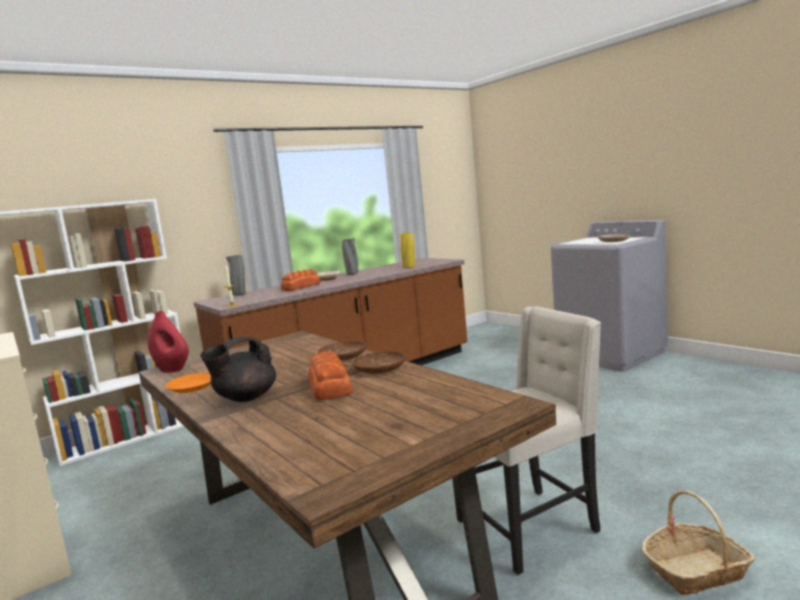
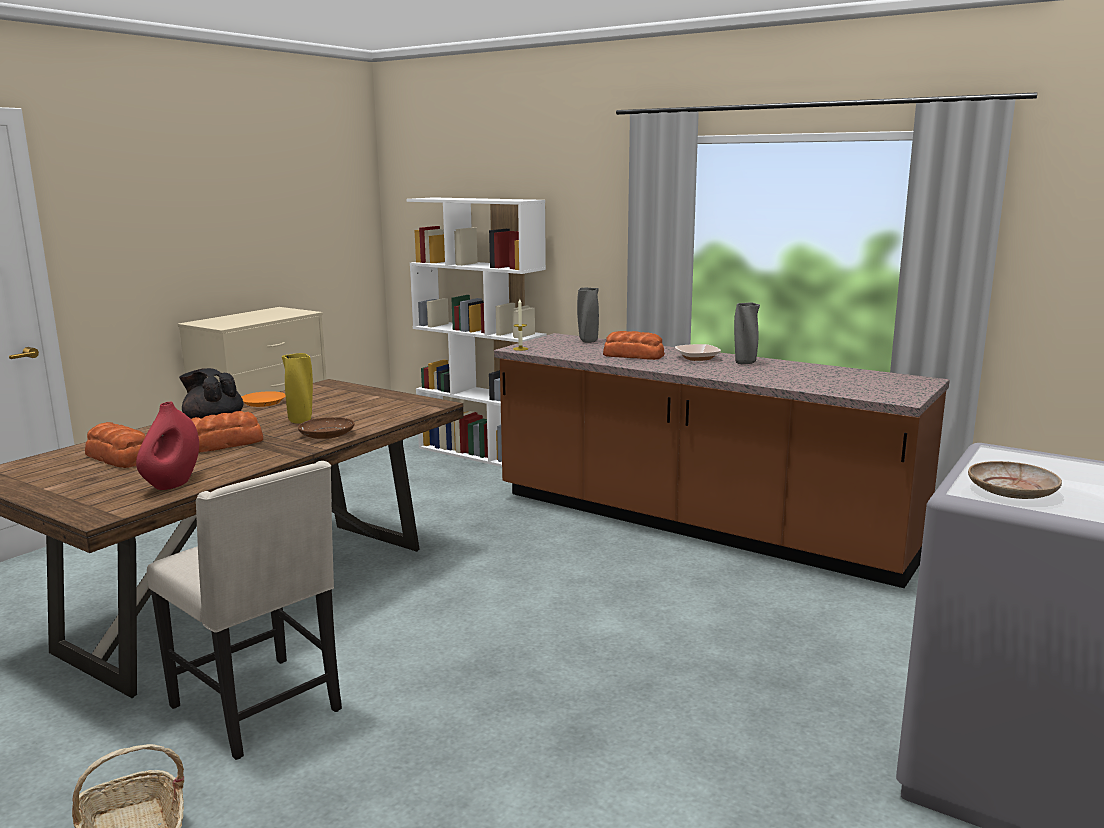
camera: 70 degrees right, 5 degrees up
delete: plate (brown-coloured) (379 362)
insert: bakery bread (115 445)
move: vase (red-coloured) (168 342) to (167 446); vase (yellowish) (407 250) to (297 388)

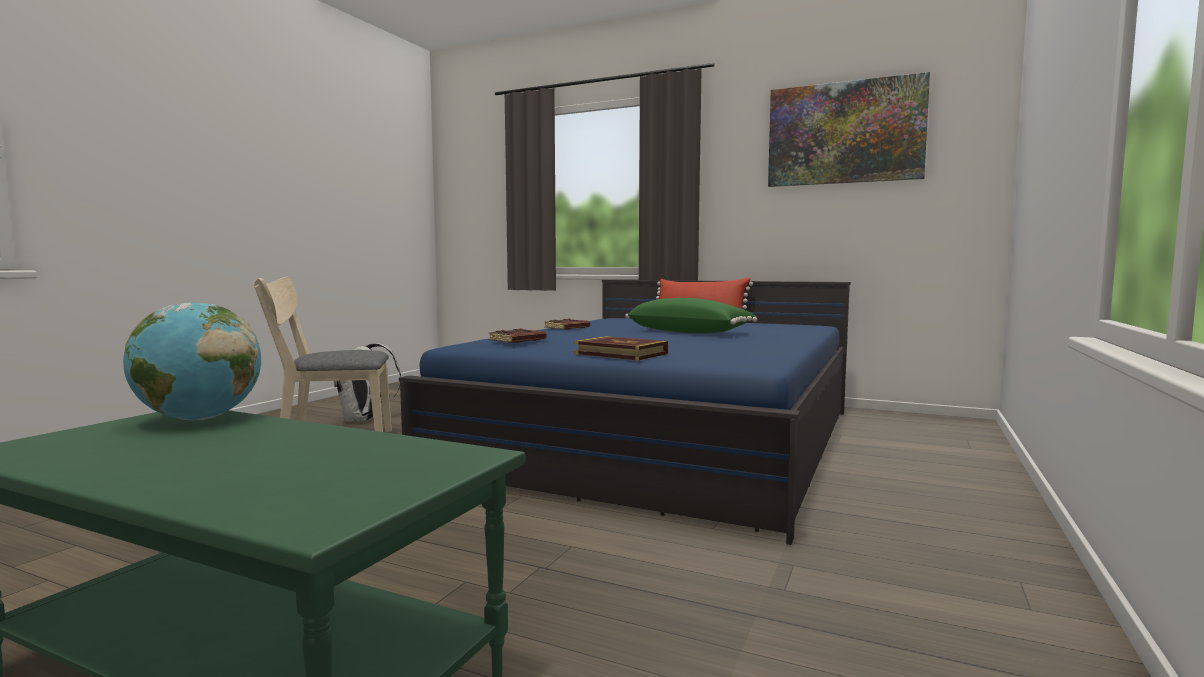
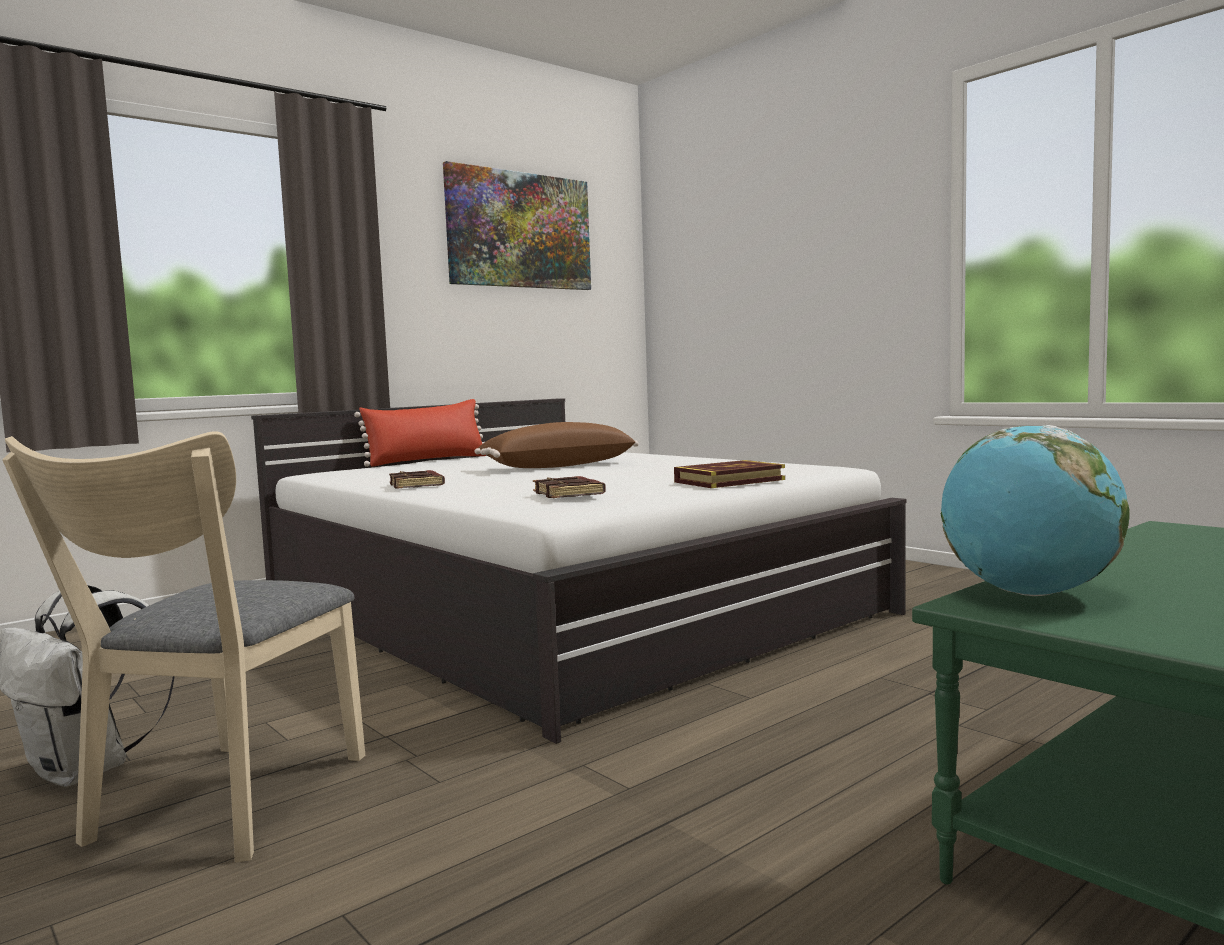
camera: 65 degrees left, 0 degrees up
recolor: sleeping bed (bluish) (625 412) to sleeping bed (white-coloured) (578 571); pillow (green) (691 315) to pillow (brown-coloured) (556 445)

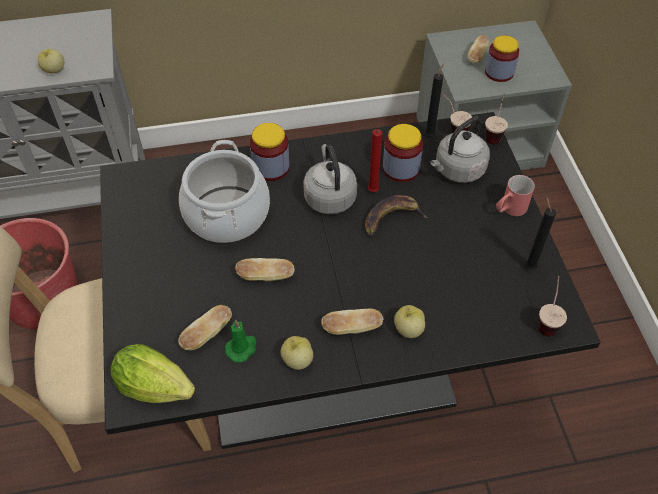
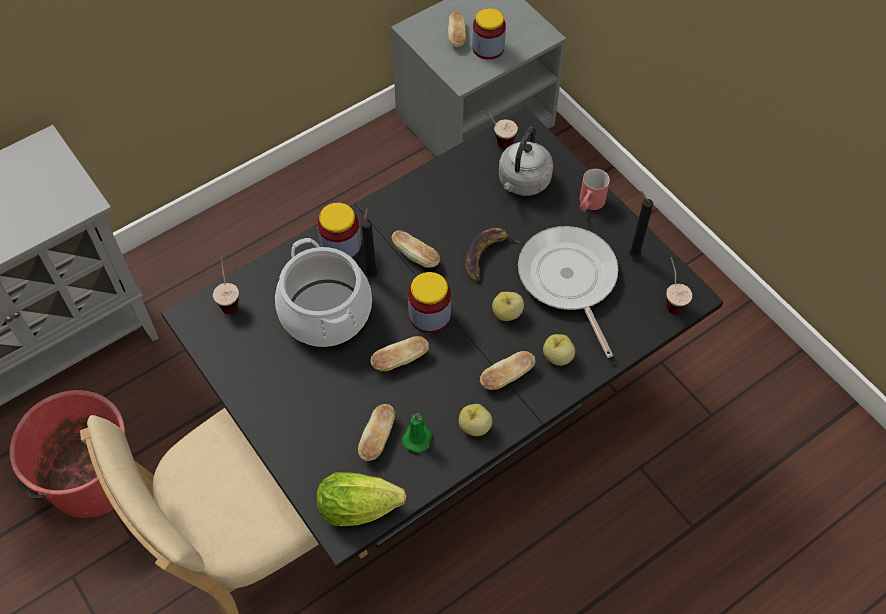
camera: 25 degrees left, 5 degrees up
delete: wax light (red-coloured) (375 160)
insert: skillet (568 292)
move: whole apple (51 61) to (508 306); jar (403 153) to (429 302); wax light (blackish) (434 100) to (369 243); cup (496 118) to (226 285)
replace: tea kettle (greyish) (330 179) to bakery bread (416 249)

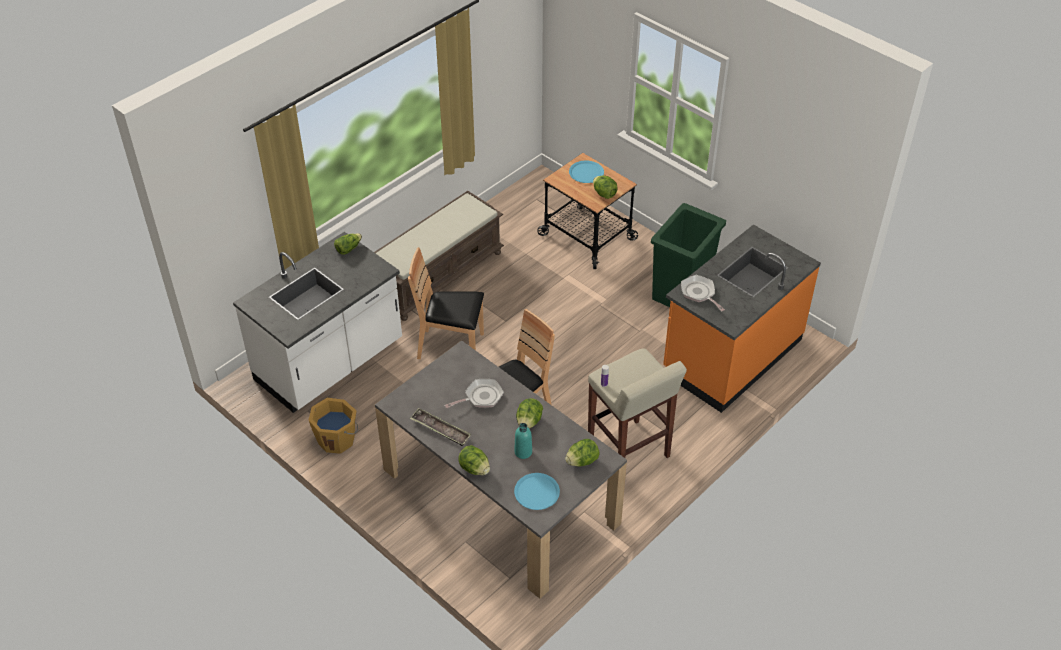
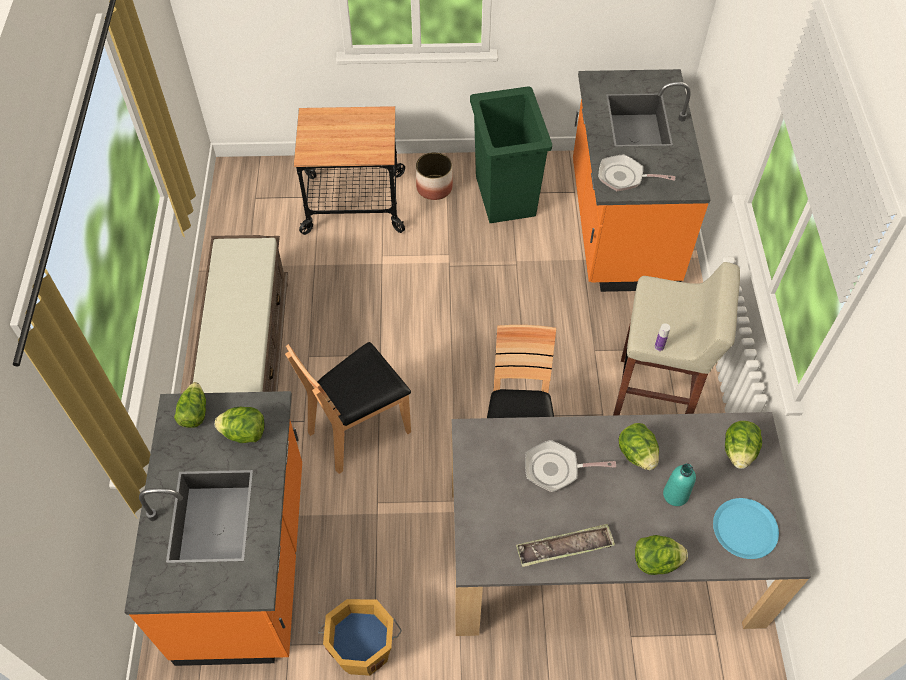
camera: 45 degrees left, 10 degrees up
delete: plate (bluish) (586 172)
insert: plant pot (434 176)
move: lettuce (605 187) to (240 425)
recolor: counter (white-coloured) (317 322) to counter (orange) (213 528)
rotate: skillet (474 393) = (570 466) 105 degrees counterclockwise

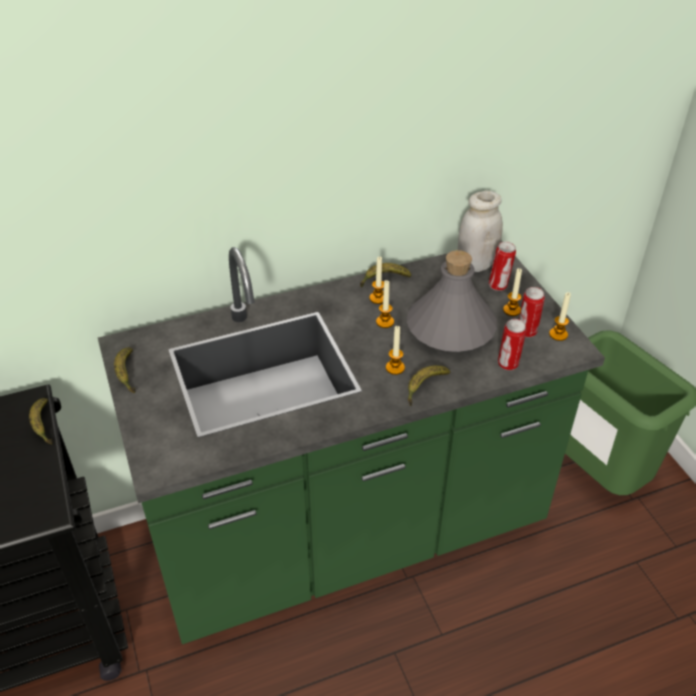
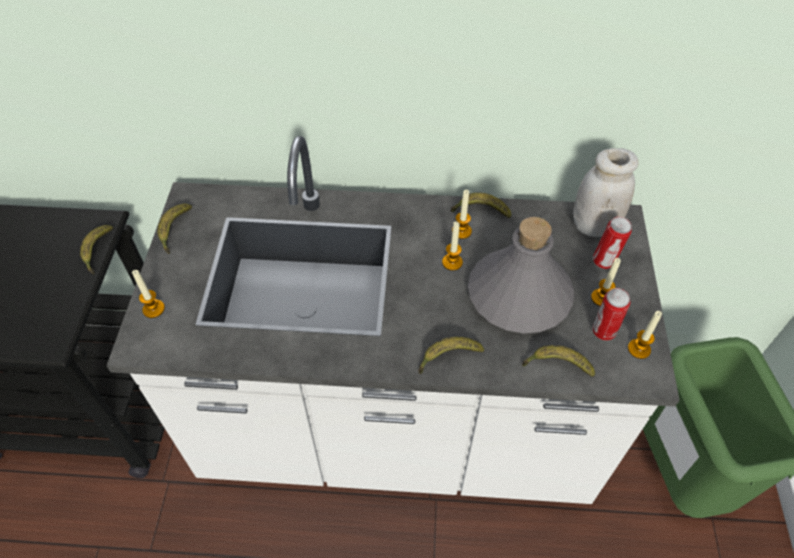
camera: 25 degrees right, 10 degrees up
move: wax light (395 350) to (148 294)
replace: can (512 344) to banana fruit (558 361)
recolor: counter (green) (351 442) to counter (white-coloured) (393 320)

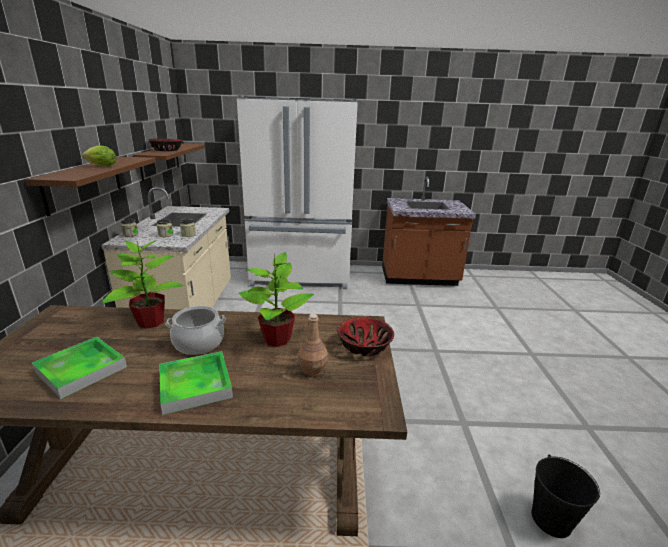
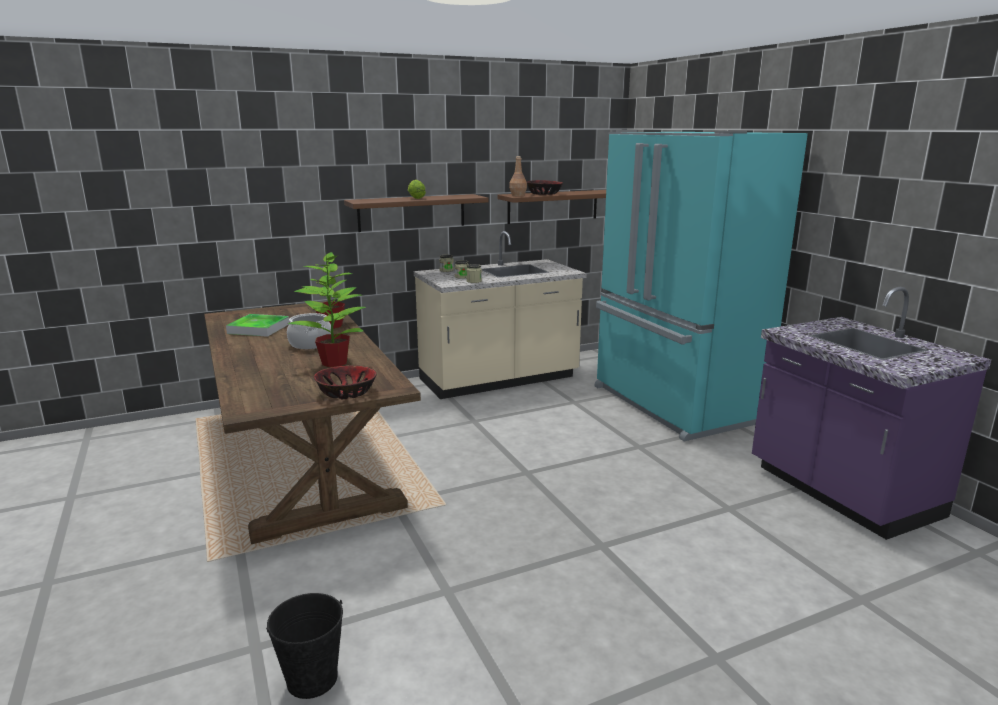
camera: 65 degrees right, 5 degrees down
delete: tray (196 383)
move: beverage bottle (brown-coloured) (313 345) to (518 176)
recolor: kitchen fridge (white-coloured) (297 192) to kitchen fridge (blue-green) (701 285); counter (brown-coloured) (429 231) to counter (purplish) (871 413)

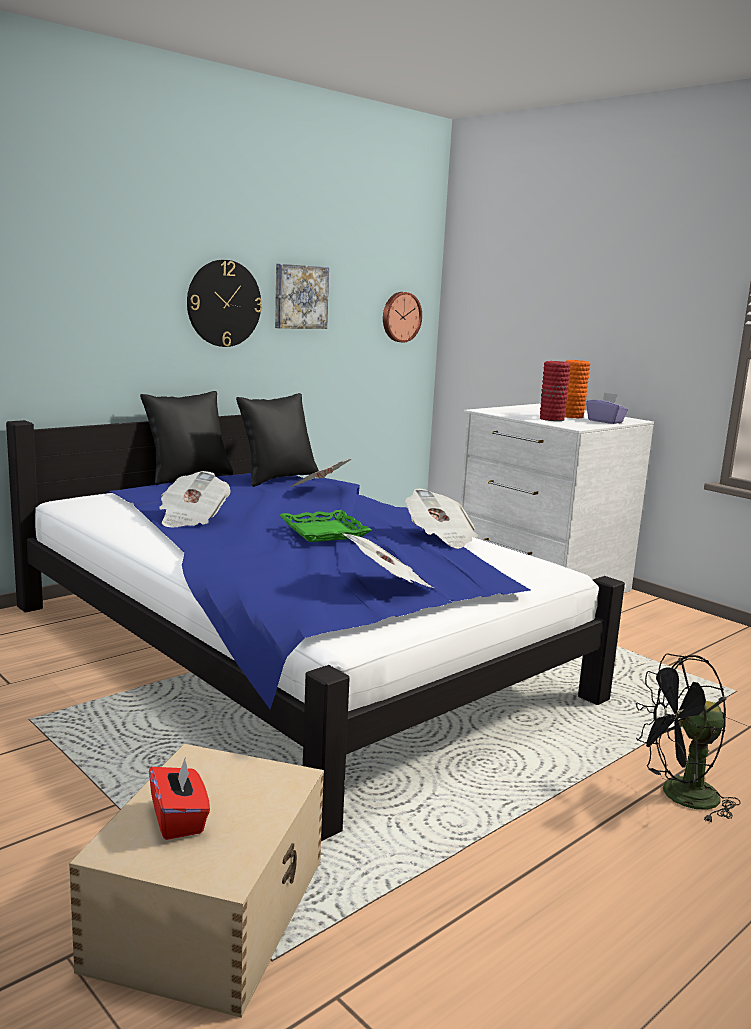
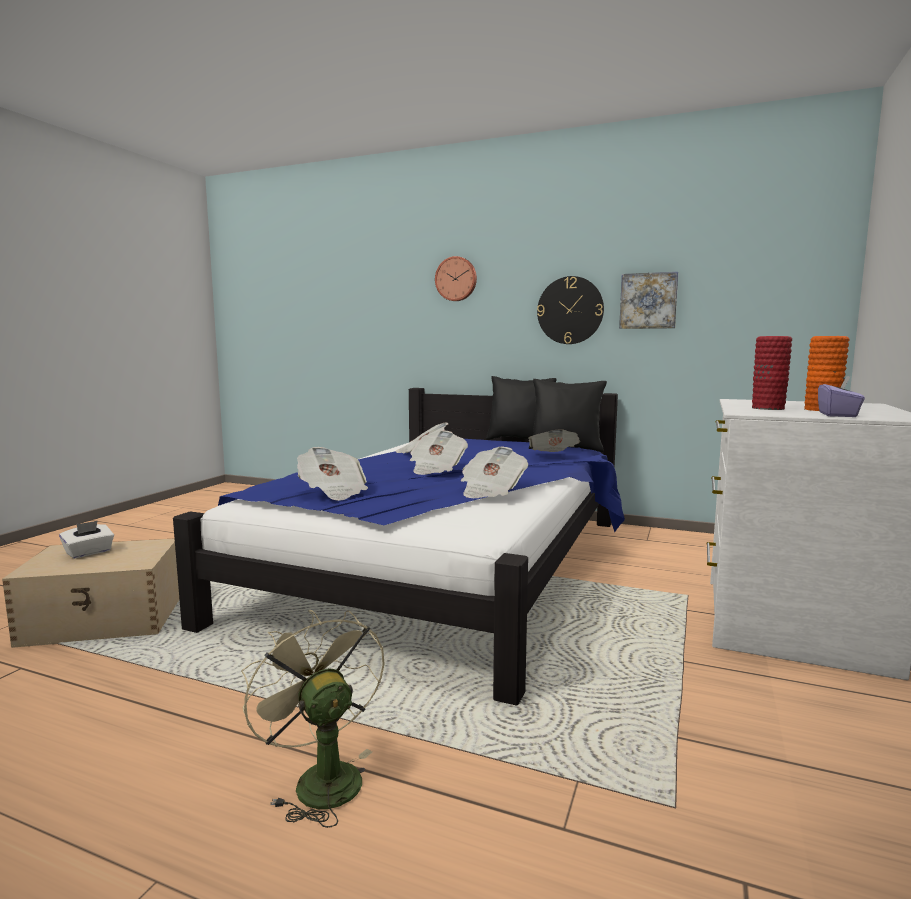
camera: 65 degrees right, 5 degrees down
move: clock on the wall (402 317) to (456 278)
replace: tray (green) (326 526) to printed paper (439 453)
recolor: box of tissues (red-coloured) (179 798) to box of tissues (white-coloured) (86 540); cooling fan (blackish) (688 738) to cooling fan (beige-coloured) (313 719)

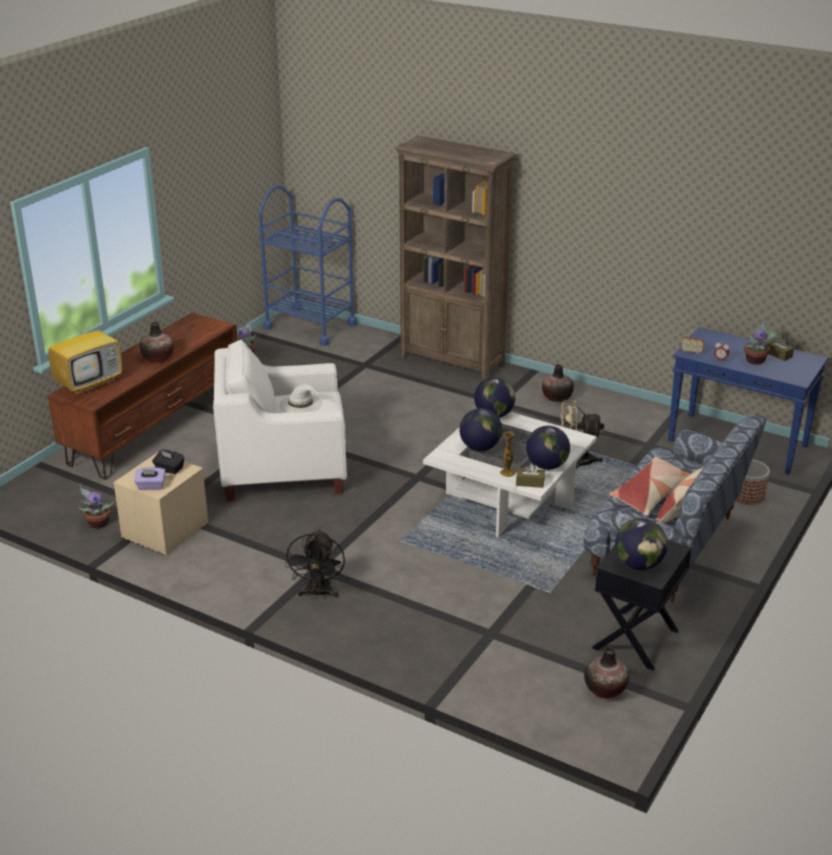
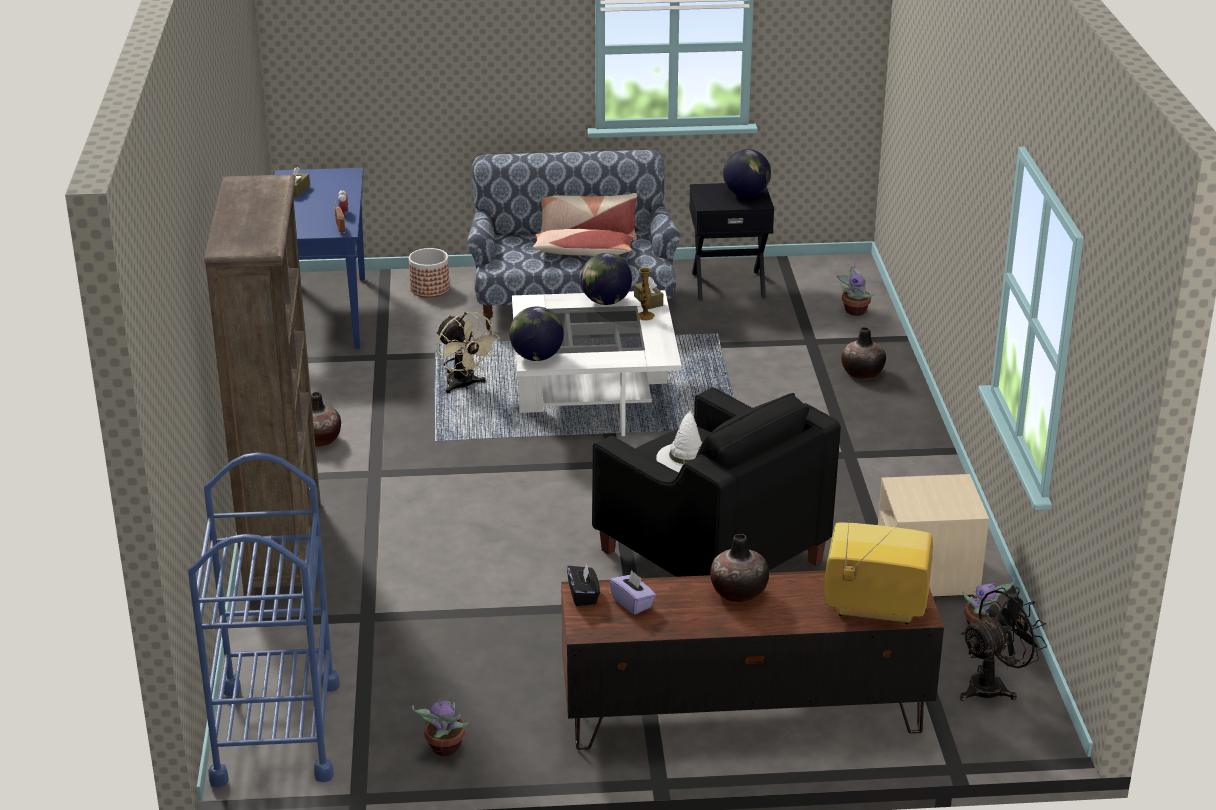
camera: 125 degrees left, 0 degrees up
delete: desk globe (480 429)
move: box of tissues (purplish) (149 478) to (632 592); box of tissues (blackish) (168 462) to (583 585); cooling fan (blackish) (315 564) to (1003 644); vase (606 673) to (863 353); plant in a pot (761 342) to (856 289)
recolor: armchair (white-coloured) (280 420) to armchair (blackish) (716 482)

